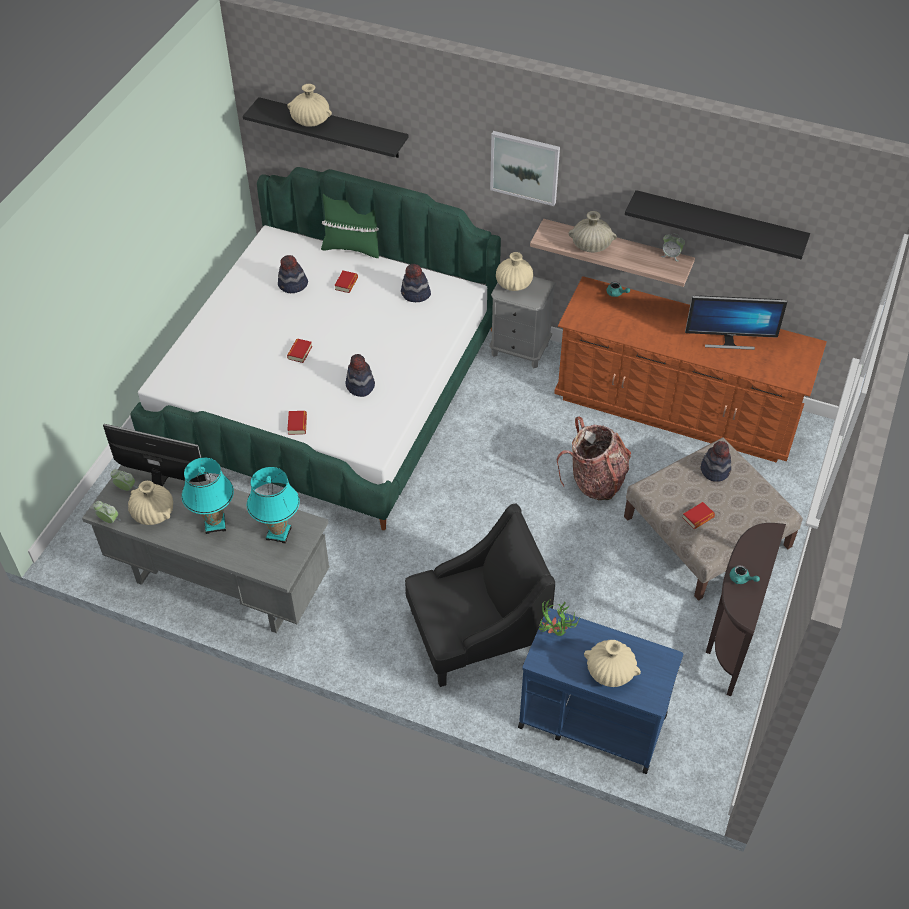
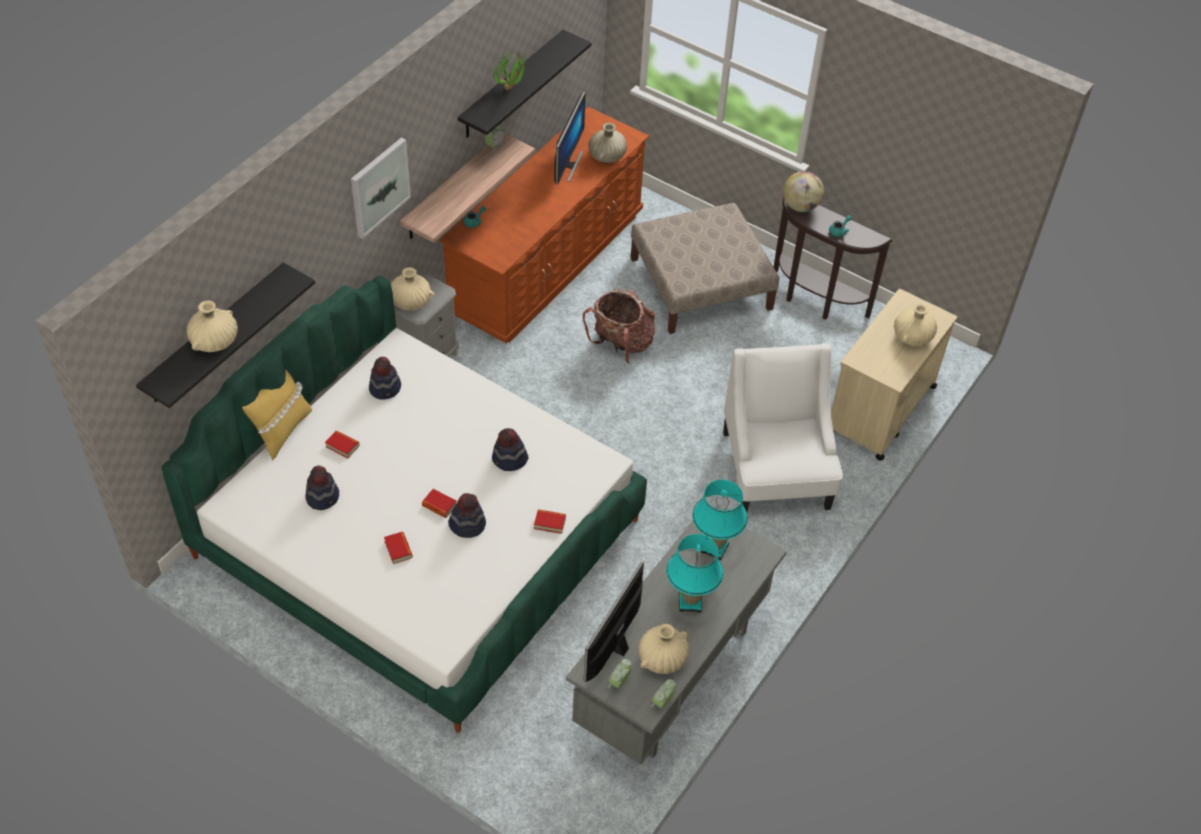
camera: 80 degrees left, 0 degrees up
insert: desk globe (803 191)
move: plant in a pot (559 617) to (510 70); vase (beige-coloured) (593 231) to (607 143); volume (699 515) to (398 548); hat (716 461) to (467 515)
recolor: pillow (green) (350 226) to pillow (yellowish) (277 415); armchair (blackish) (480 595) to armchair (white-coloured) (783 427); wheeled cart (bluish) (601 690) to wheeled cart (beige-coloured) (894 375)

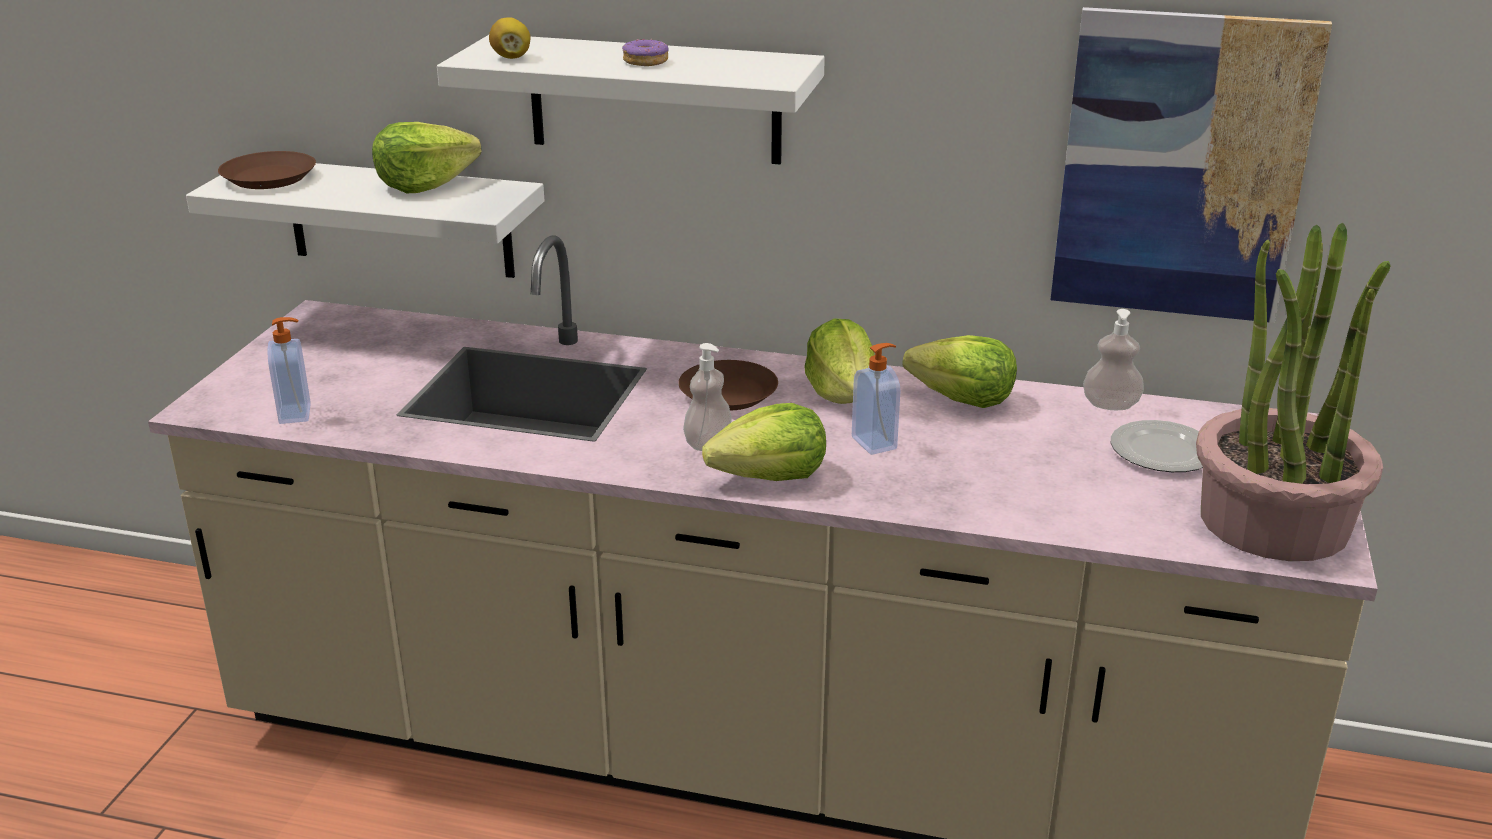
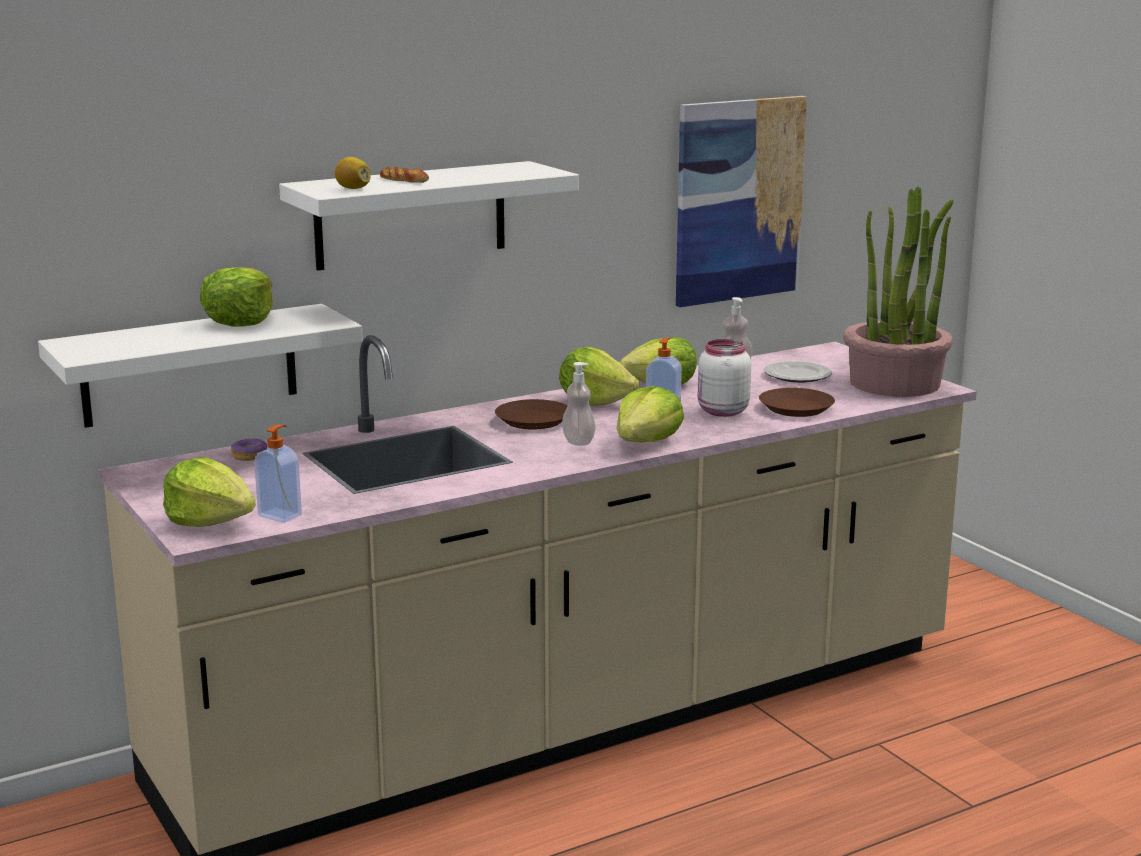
camera: 45 degrees left, 10 degrees down
insert: lettuce (209 492); bakery bread (404 175); jar (white-coloured) (724 378)
move: plate (brown-coloured) (267 170) to (797 402); donut (645 52) to (249 450)

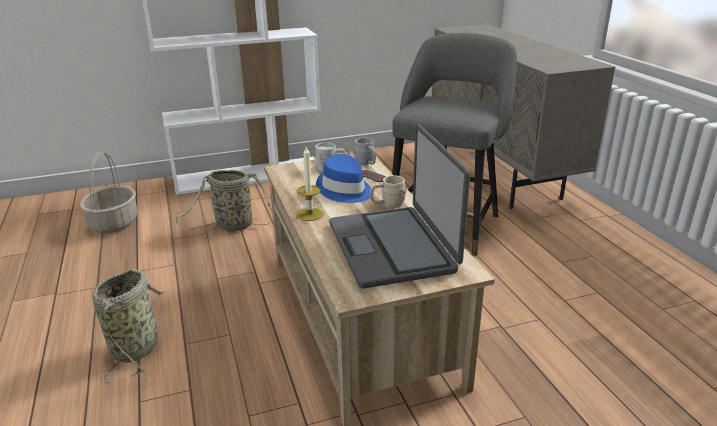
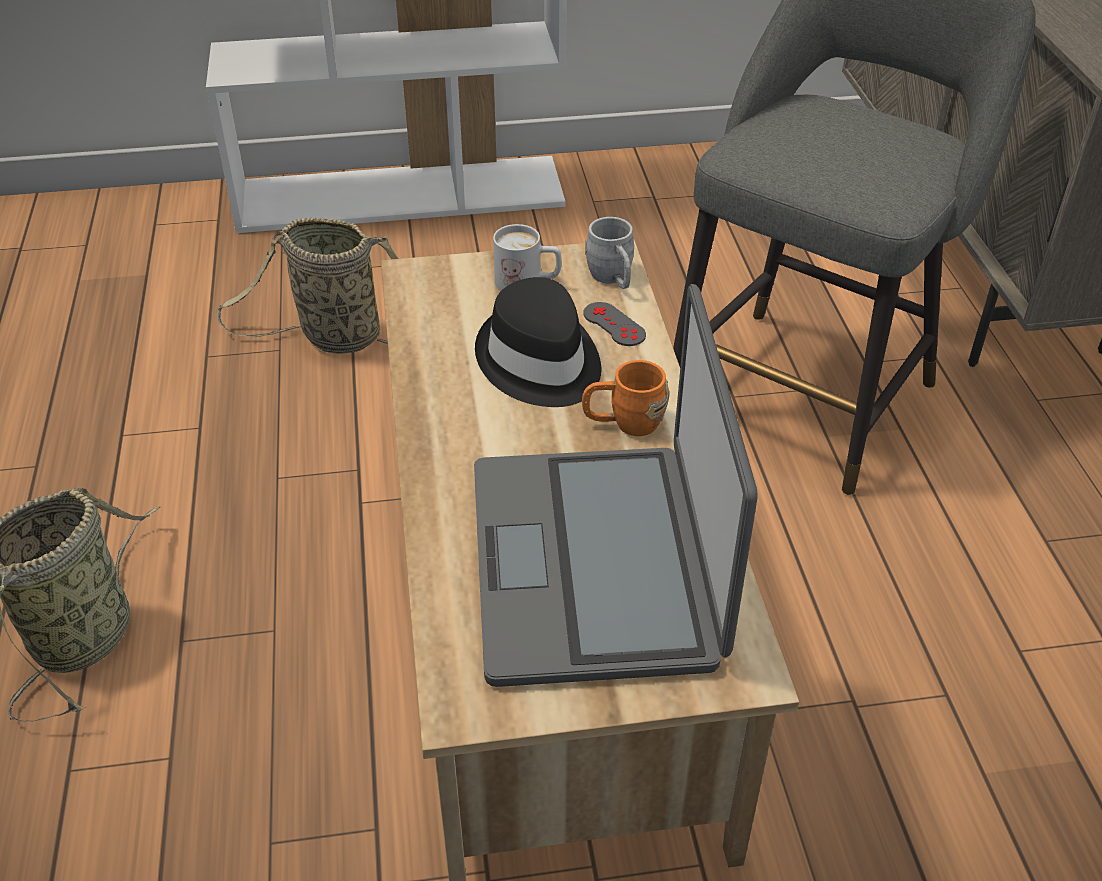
camera: 10 degrees right, 15 degrees up
delete: basket (109 192); wax light (309 184)
recolor: hat (bluish) (343 178) to hat (blackish) (538 342); coffee mug (beige-coloured) (388 191) to coffee mug (orange) (625 398)

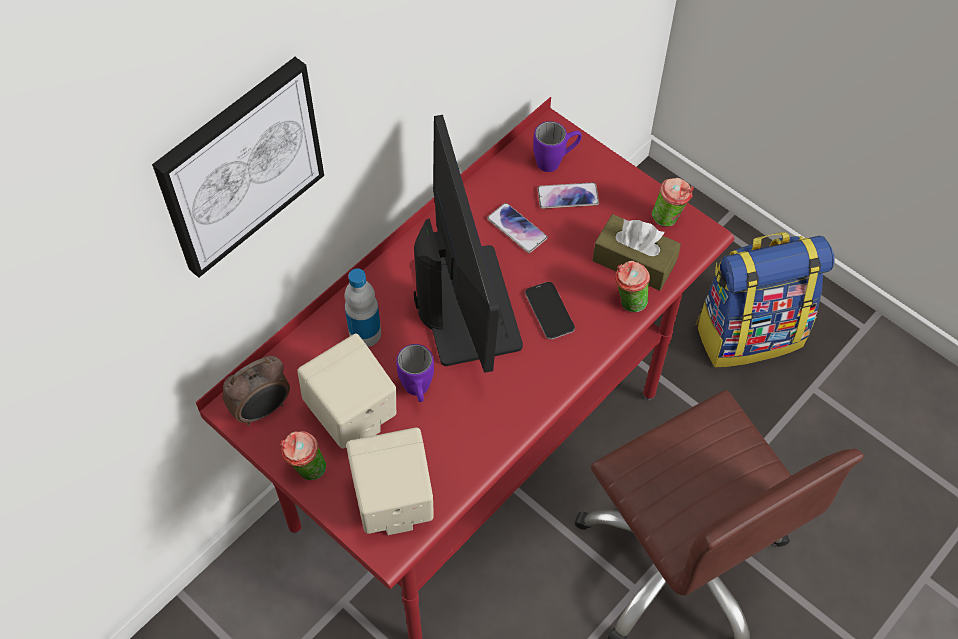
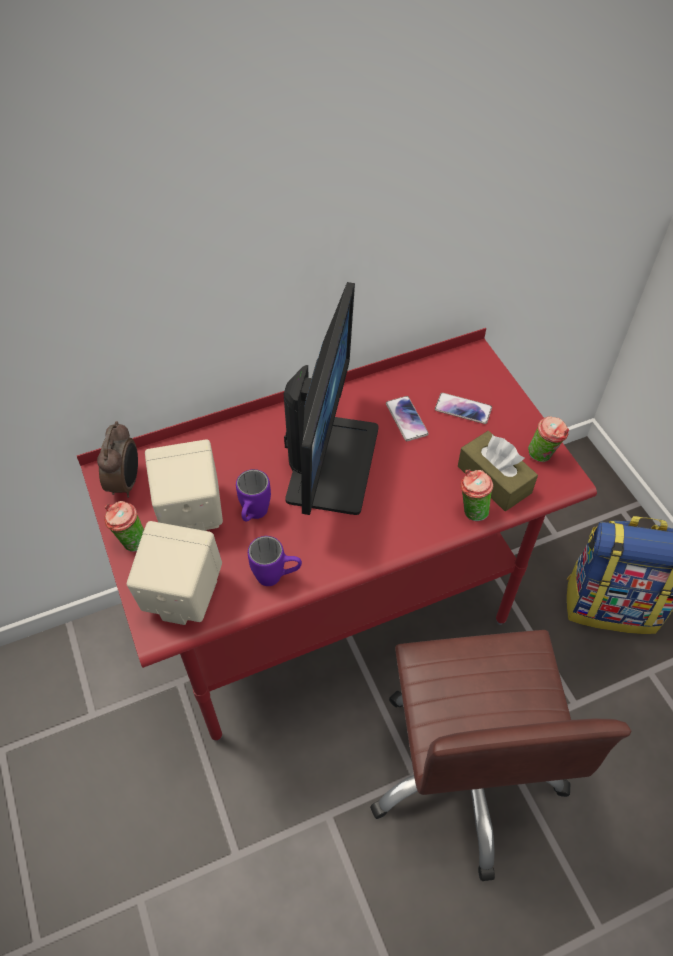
camera: 25 degrees right, 5 degrees down
delete: wall picture (238 167); beverage bottle (363 307); telephone (550 310)
move: coffee mug (purplish) (557 146) to (275 561)
rotate: bedside clock (256 390) = (117 459) 75 degrees counterclockwise

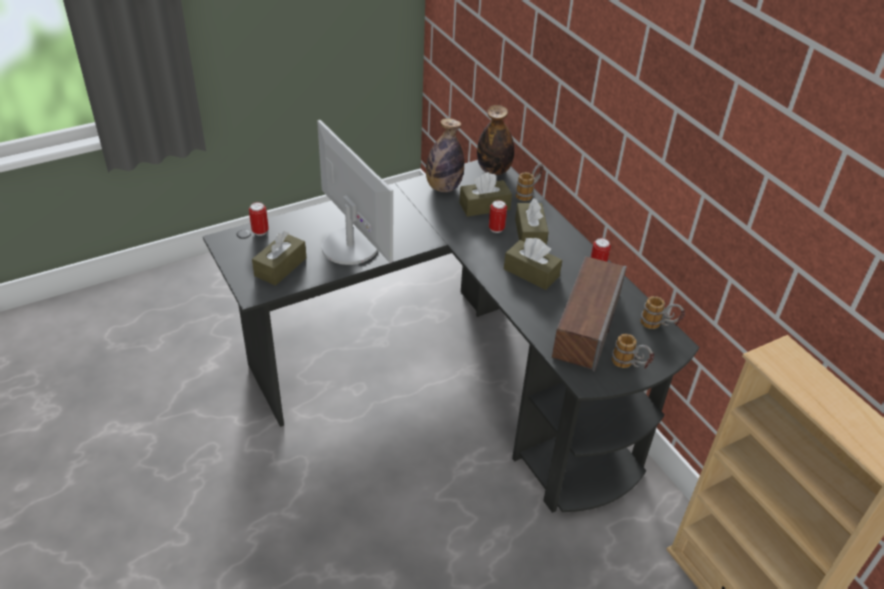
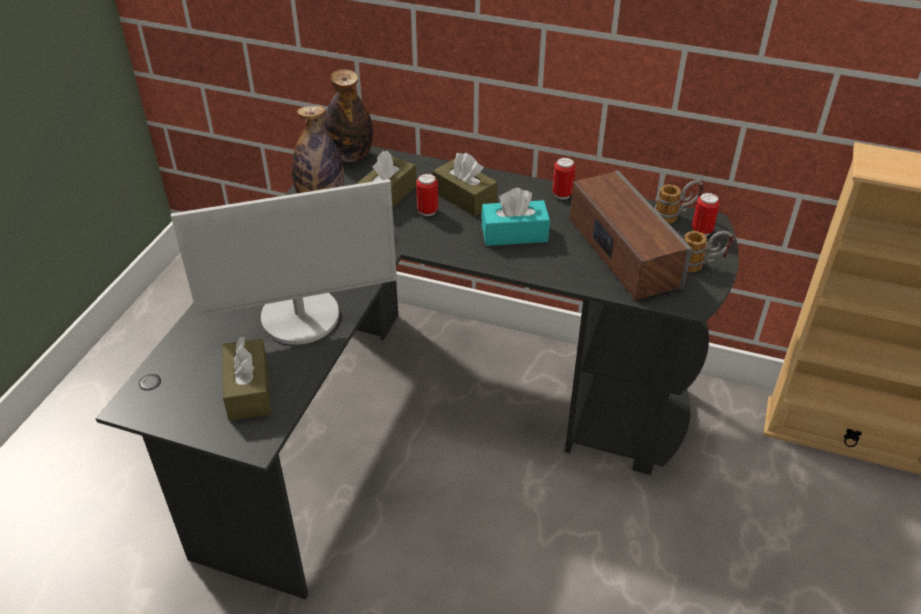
camera: 40 degrees left, 0 degrees up
delete: coffee mug (530 182)
move: can (259 219) to (706 214)
recolor: box of tissues (brown-coloured) (533 264) to box of tissues (blue-green) (515 217)
rotate: monitor (355 192) = (284 262) 150 degrees clockwise

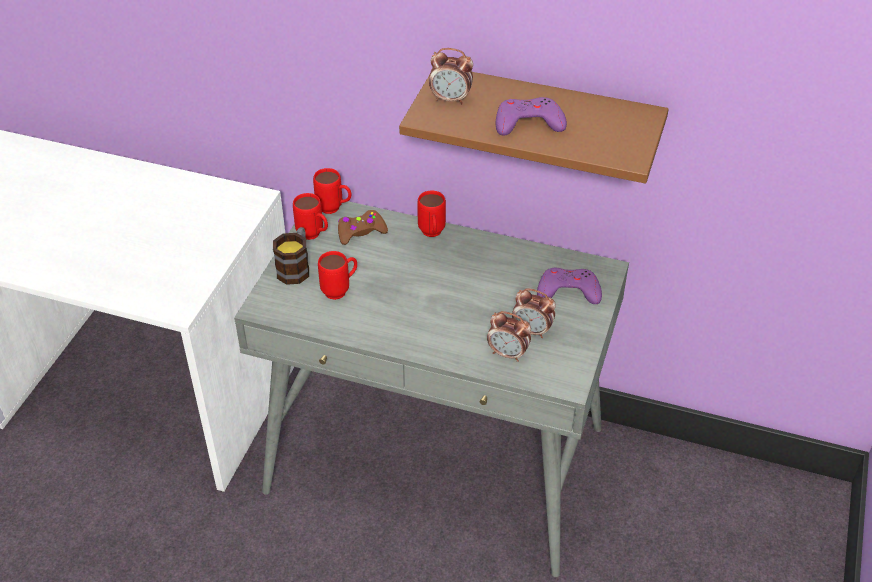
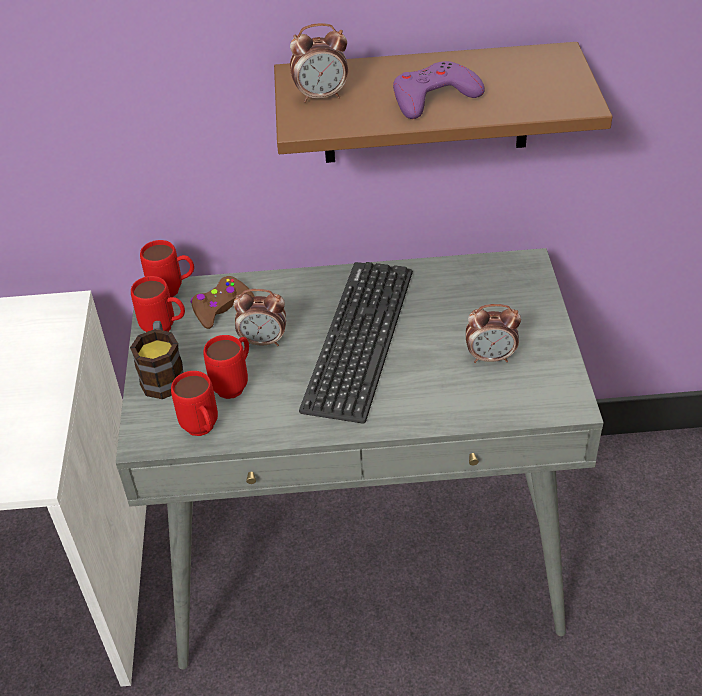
camera: 20 degrees left, 0 degrees up
delete: gamepad (purplish) (569 286)
insert: keyboard (356 342)
move: coffee mug (red-coloured) (431 213) to (194 403); bedside clock (509 336) to (260 317)

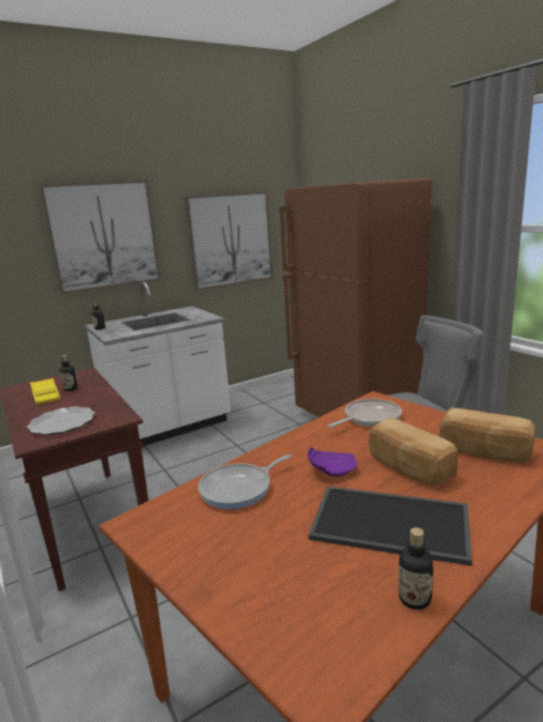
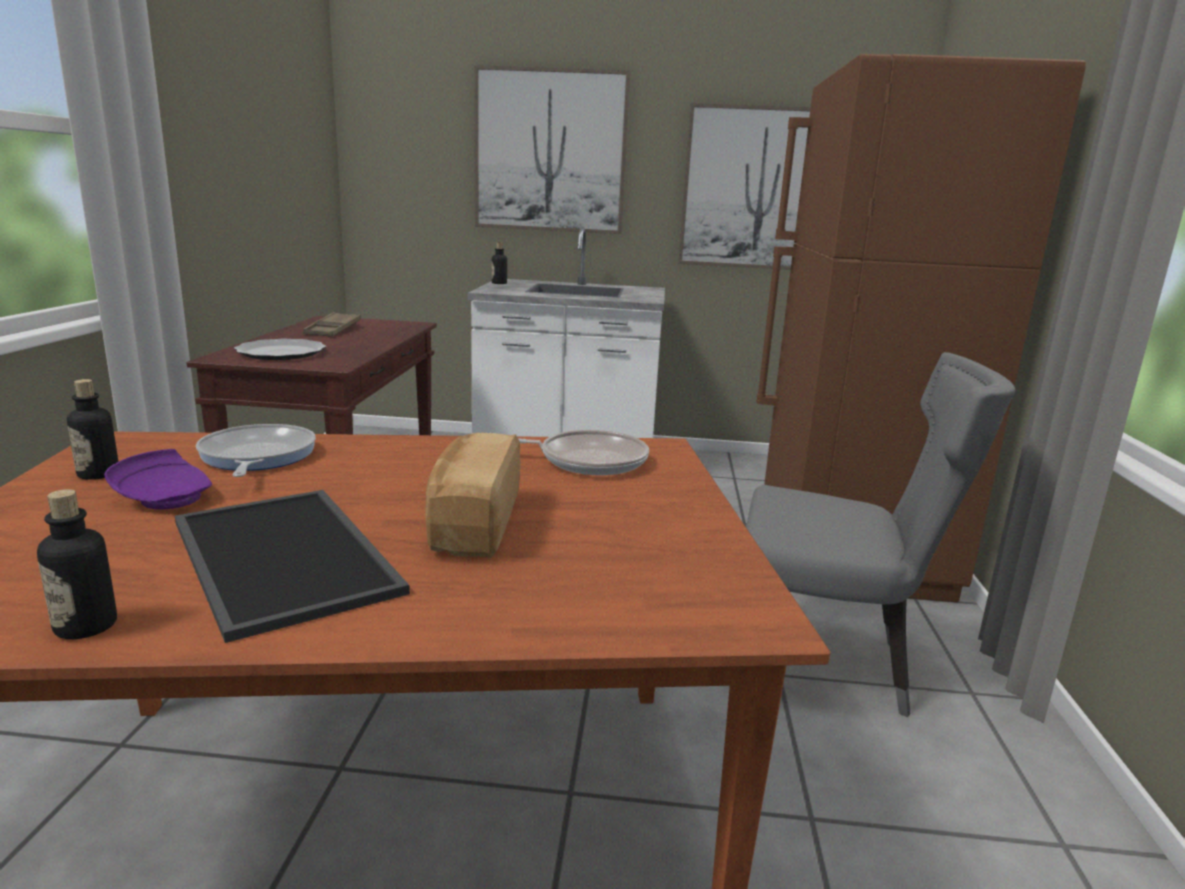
camera: 35 degrees right, 0 degrees up
delete: bakery bread (487 435)
move: beverage bottle (68 373) to (92 429); plate (purplish) (333 462) to (158 479)
recolor: tray (yellowish) (45 391) to tray (brown-coloured) (332 324)
rotate: skillet (244 481) = (256 450) 75 degrees clockwise

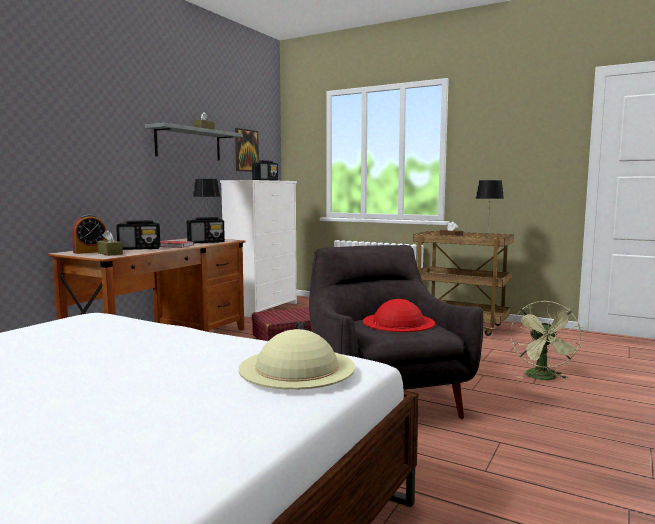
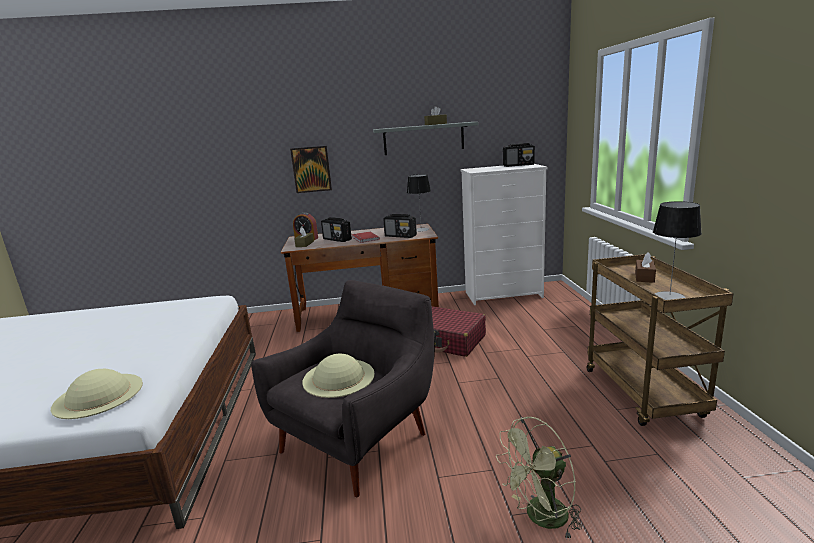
camera: 55 degrees right, 10 degrees up
move: wall picture (247 150) to (311 169)
recolor: hat (red-coloured) (399 315) to hat (beige-coloured) (338 376)

